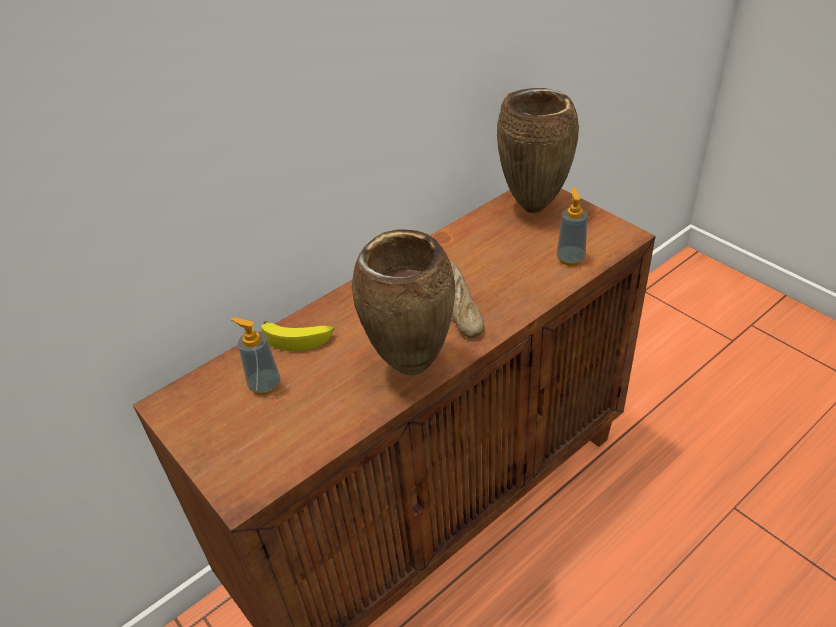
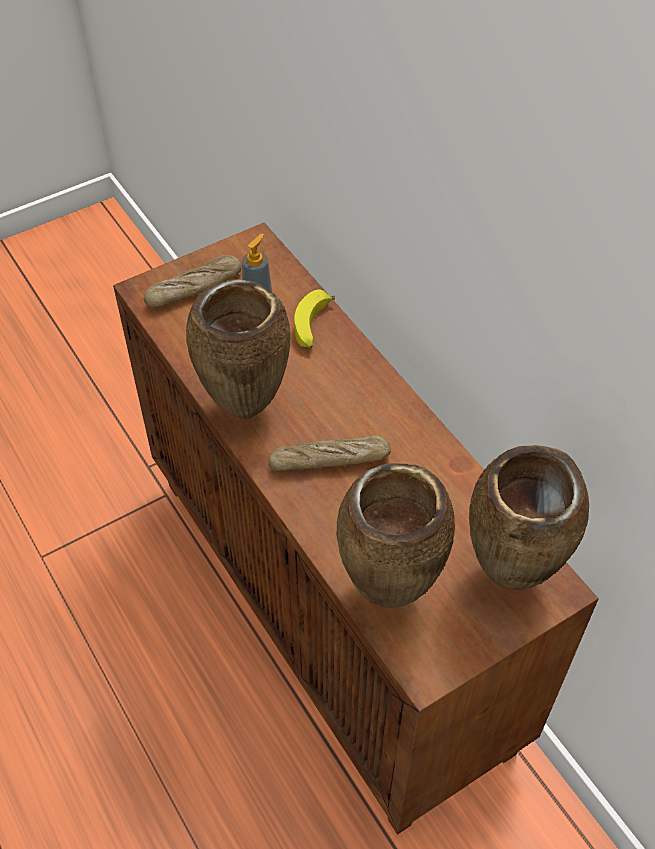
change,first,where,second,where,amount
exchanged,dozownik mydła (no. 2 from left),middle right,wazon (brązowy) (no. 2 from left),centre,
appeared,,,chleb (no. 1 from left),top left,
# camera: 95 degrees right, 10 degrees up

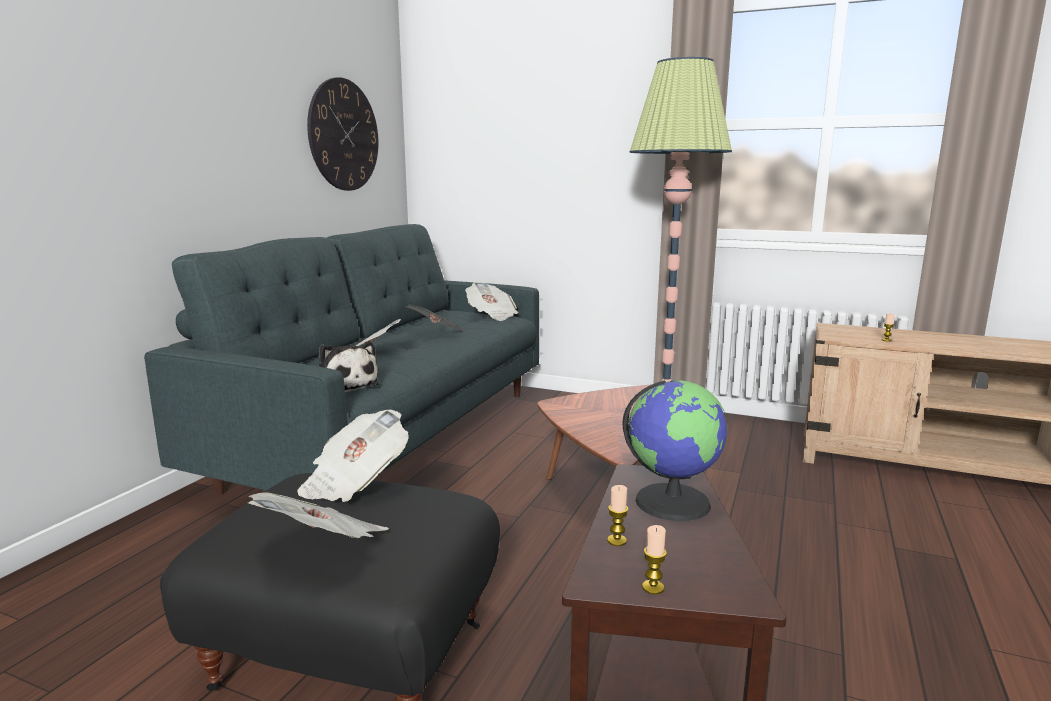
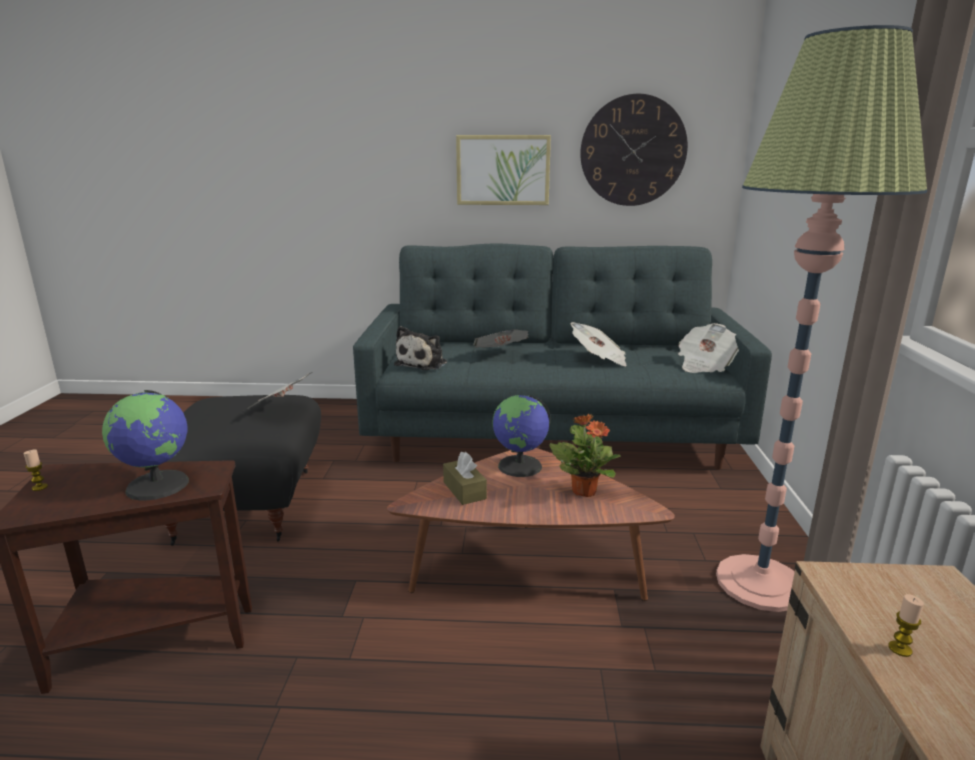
change,first,where,second,where,amount
missing,gazeta (no. 1 from left),bottom left,,,
missing,świeca (no. 1 from left),bottom centre,,,
appeared,,,pudełko chusteczek (brązowy),centre,
appeared,,,obraz,top centre,
appeared,,,globus (no. 2 from left),centre,
appeared,,,roślina doniczkowa,centre,
# camera: 70 degrees right, 5 degrees up

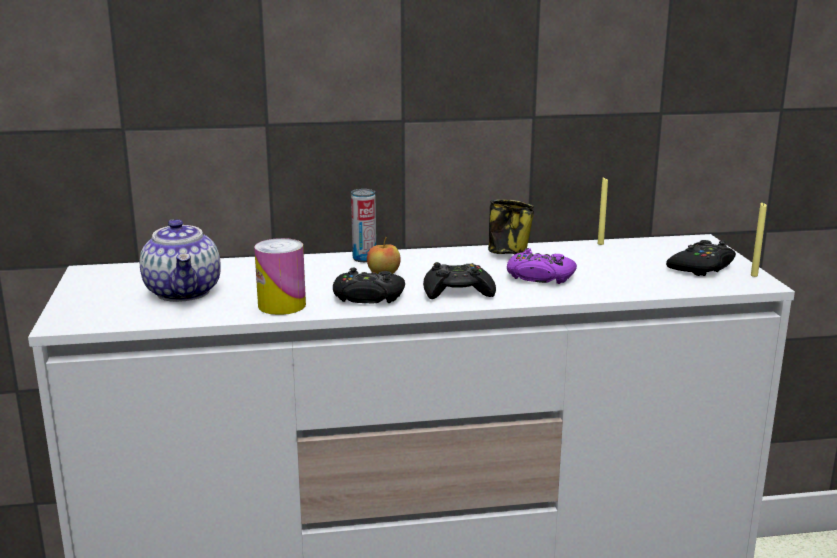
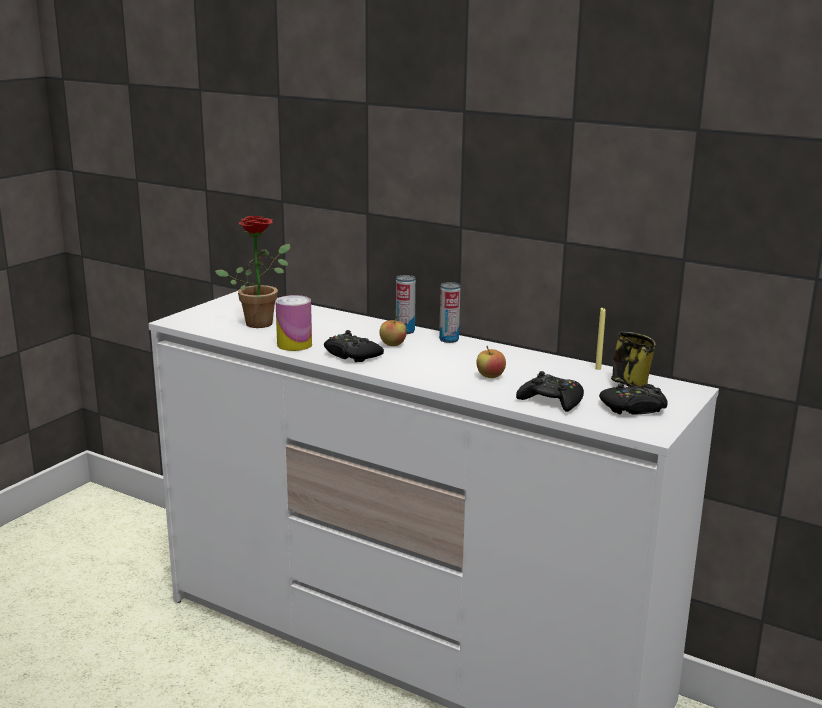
change,first,where,second,where,amount
exchanged,imbryk,middle left,roślina doniczkowa,middle left,
relocated,pad do gier (czarny) (no. 2 from left),centre,,middle right,
relocated,kubek,centre,,middle right,
exchanged,pad do gier (fioletowy),centre,jabłko (no. 2 from left),centre,
missing,świeca (żółty) (no. 2 from left),middle right,,,
appeared,,,puszka (no. 3 from left),centre,
# camera: 40 degrees right, 0 degrees up

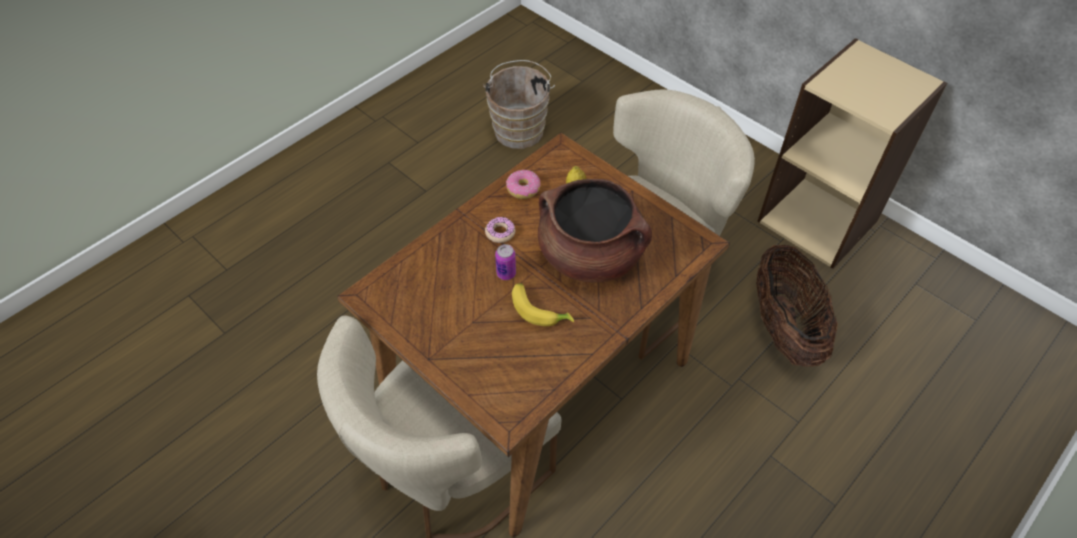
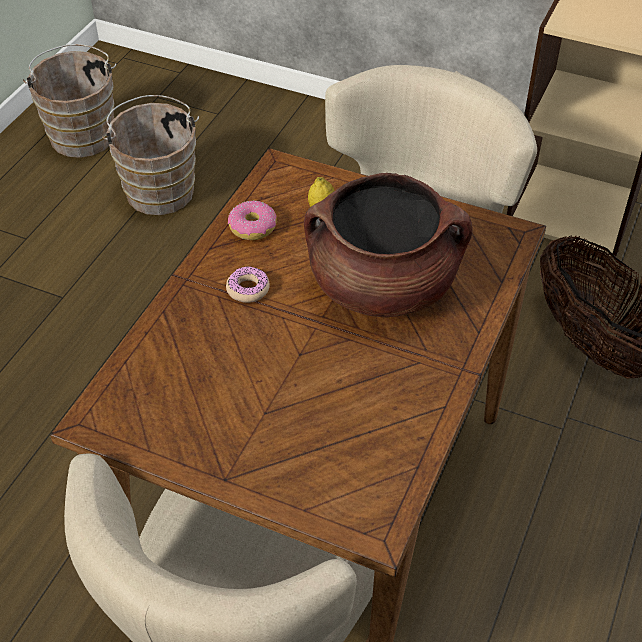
change,first,where,second,where,amount
missing,puszka,centre,,,
missing,banan,centre,,,
appeared,,,wiadro (brązowy) (no. 1 from left),top left,
# camera: 20 degrees left, 5 degrees down

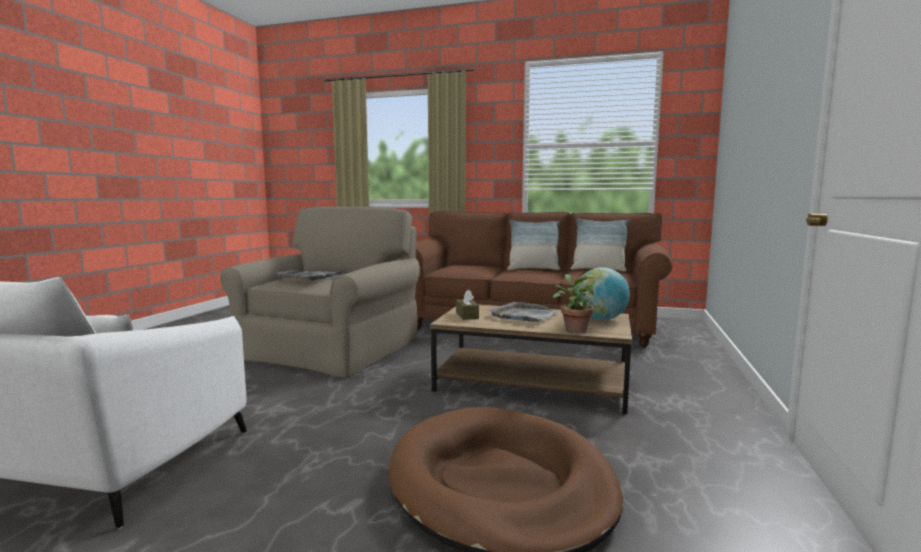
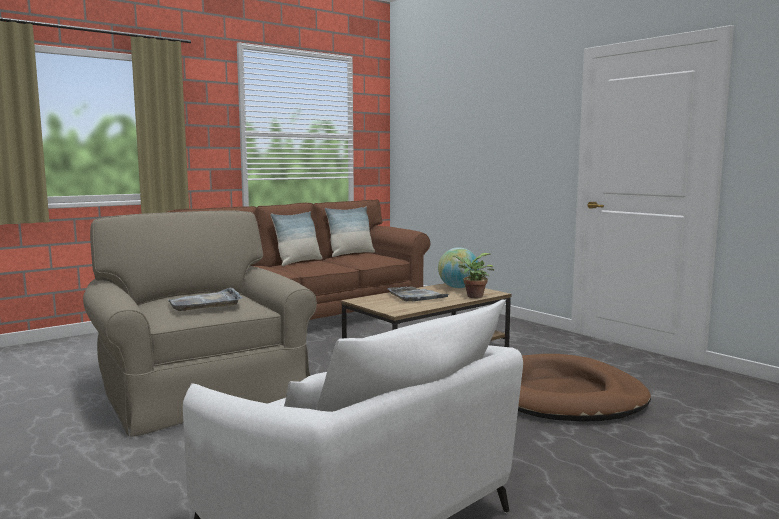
change,first,where,second,where,amount
missing,pudełko chusteczek (brązowy),centre,,,
# camera: 55 degrees left, 0 degrees up

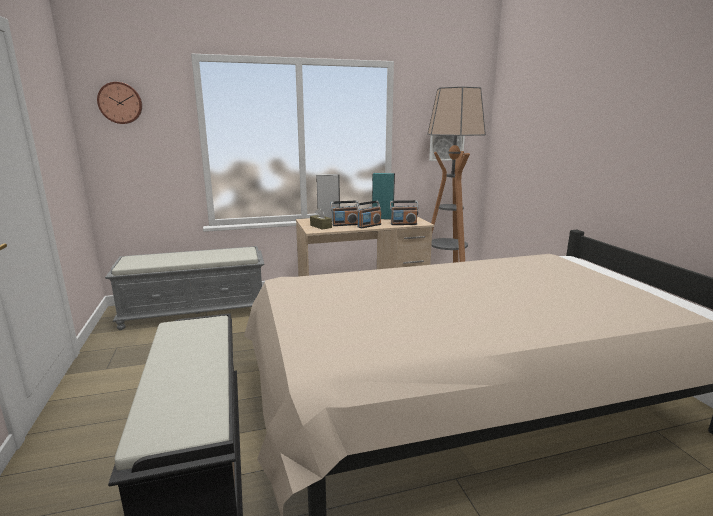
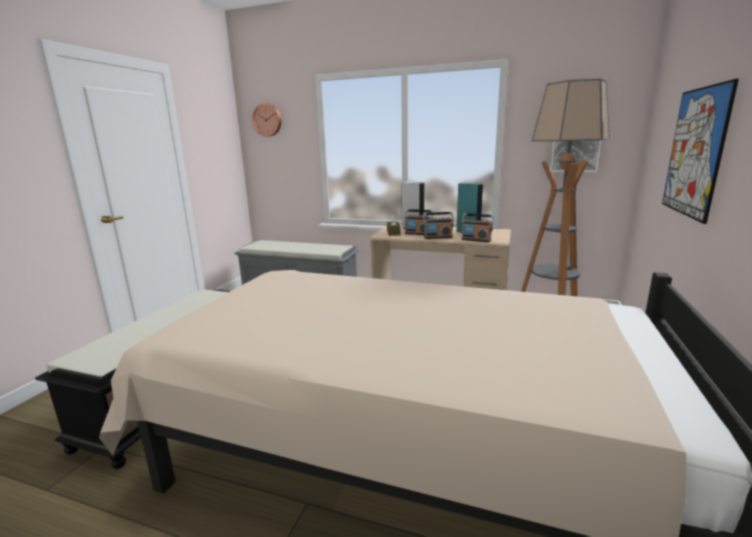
change,first,where,second,where,amount
appeared,,,obraz (no. 2 from left),top right,
# camera: 35 degrees right, 0 degrees up

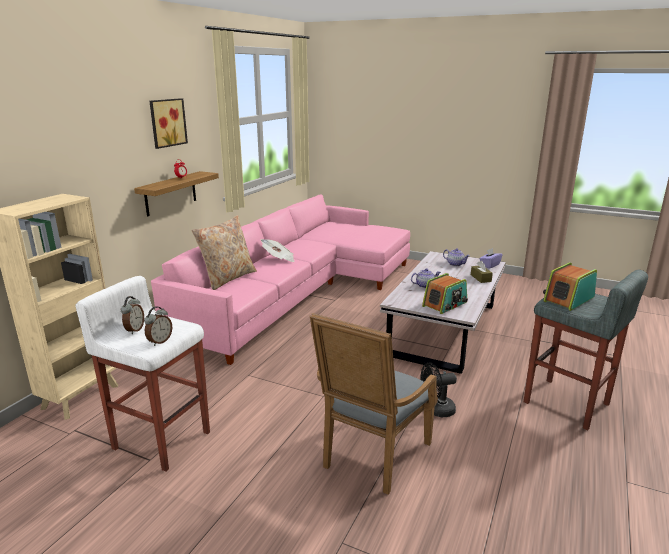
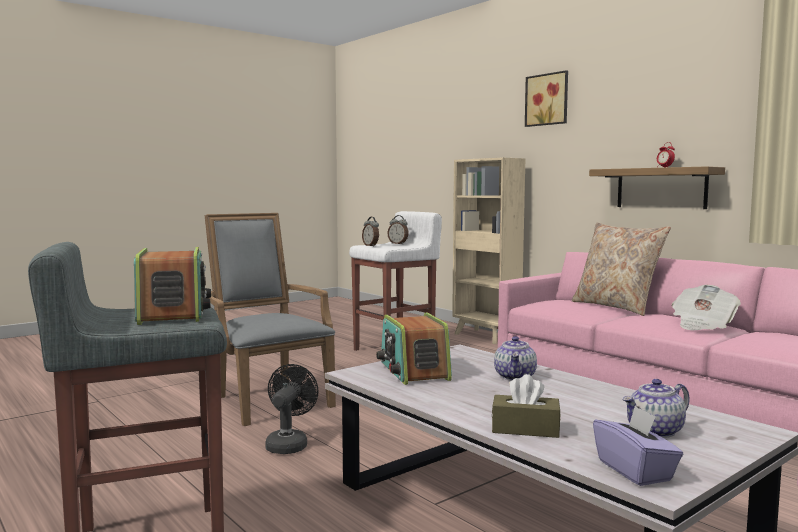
change,first,where,second,where,amount
relocated,obraz,top left,,top right,
# camera: 115 degrees right, 15 degrees down

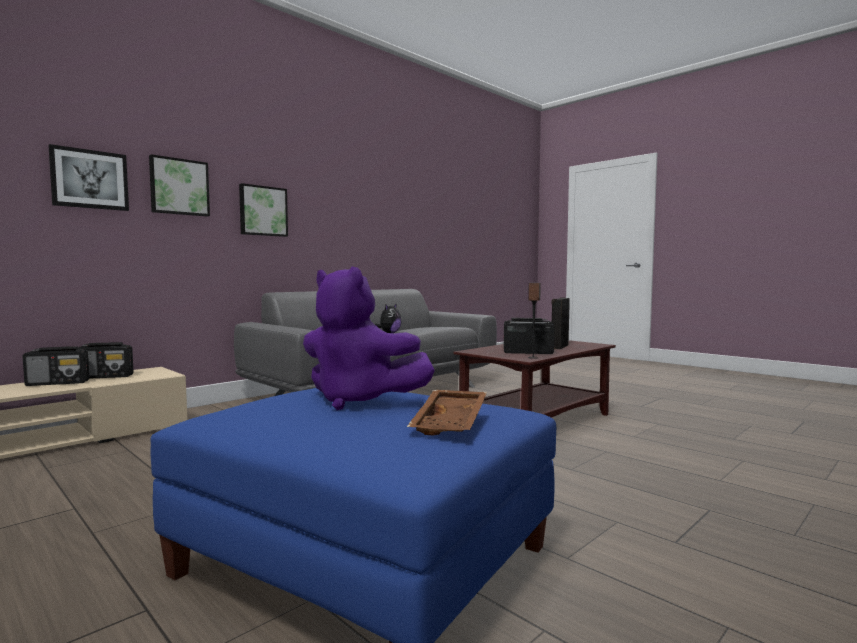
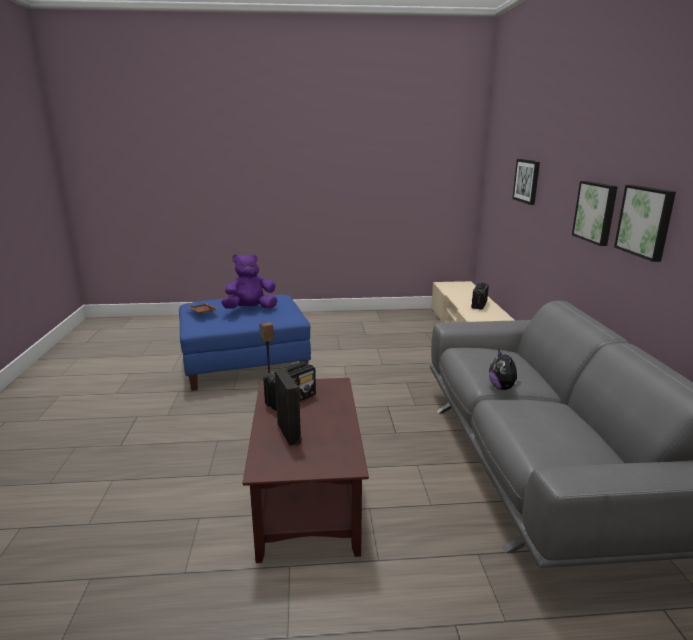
change,first,where,second,where,amount
missing,radio (no. 2 from left),middle left,,,
relocated,obraz (no. 2 from left in the first image),top left,obraz (no. 3 from left),middle right,
# camera: 130 degrees right, 15 degrees up

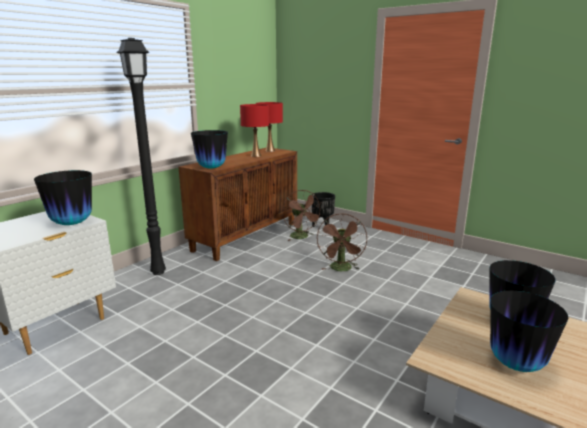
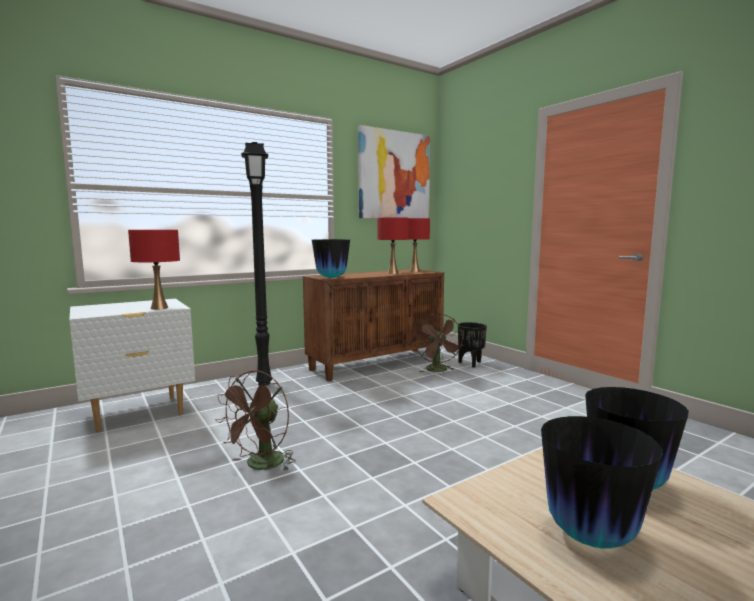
change,first,where,second,where,amount
exchanged,wazon (no. 1 from left),middle left,lampa stołowa (czerwony) (no. 1 from left),middle left,
relocated,wentylator (brązowy) (no. 2 from left in the first image),centre,wentylator (brązowy) (no. 1 from left),bottom centre,
appeared,,,obraz,top centre,
# camera: 20 degrees right, 10 degrees down

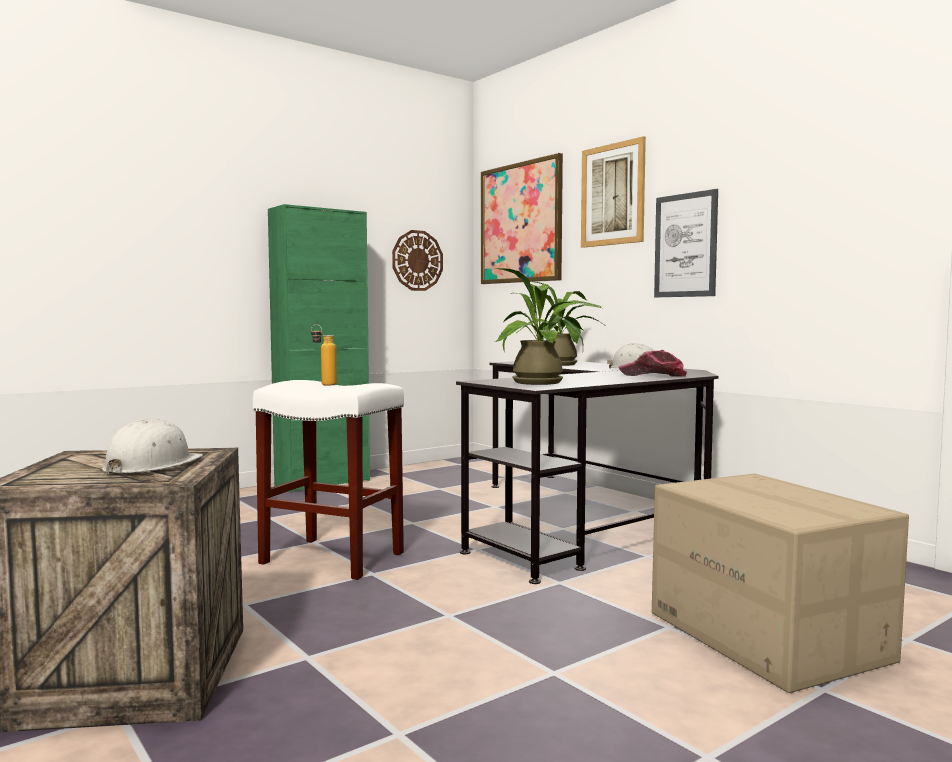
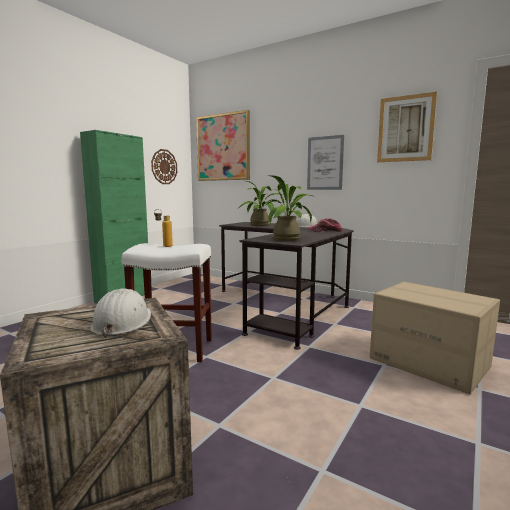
change,first,where,second,where,amount
relocated,obraz (no. 2 from left in the first image),top centre,obraz (no. 3 from left),top right,
# camera: 20 degrees left, 5 degrees up

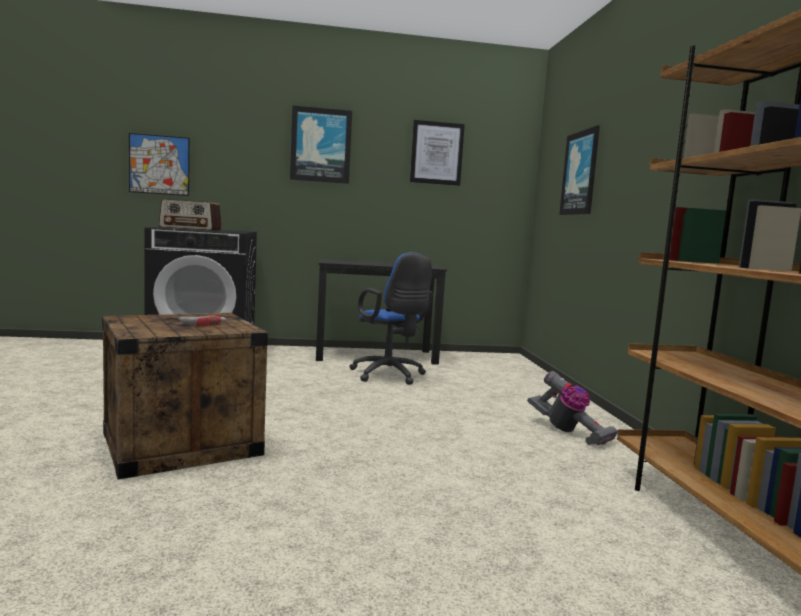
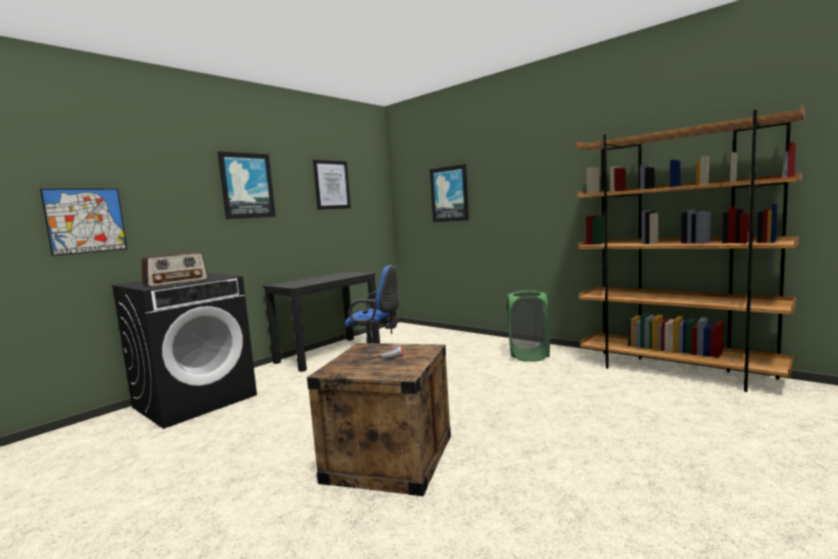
change,first,where,second,where,amount
exchanged,odkurzacz,middle right,kosz na pranie (zielony),centre,
# camera: 40 degrees left, 0 degrees up

